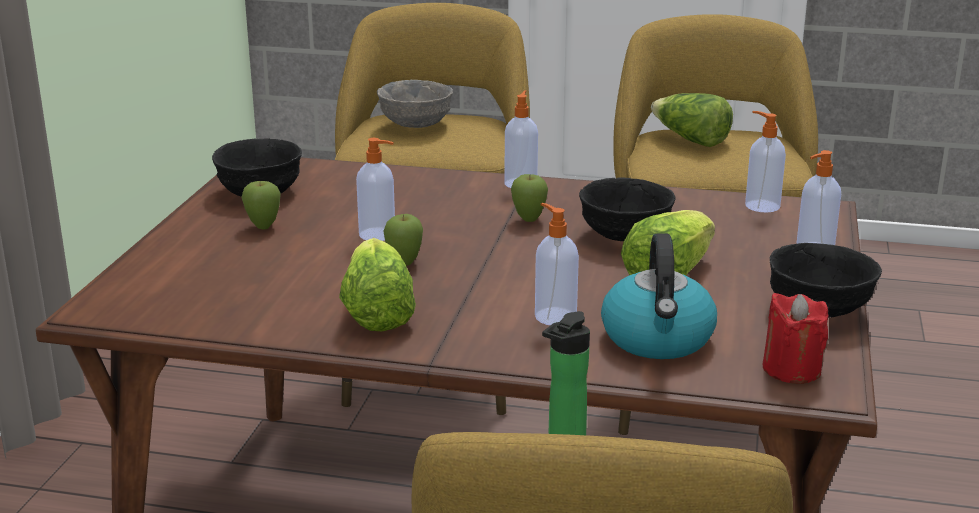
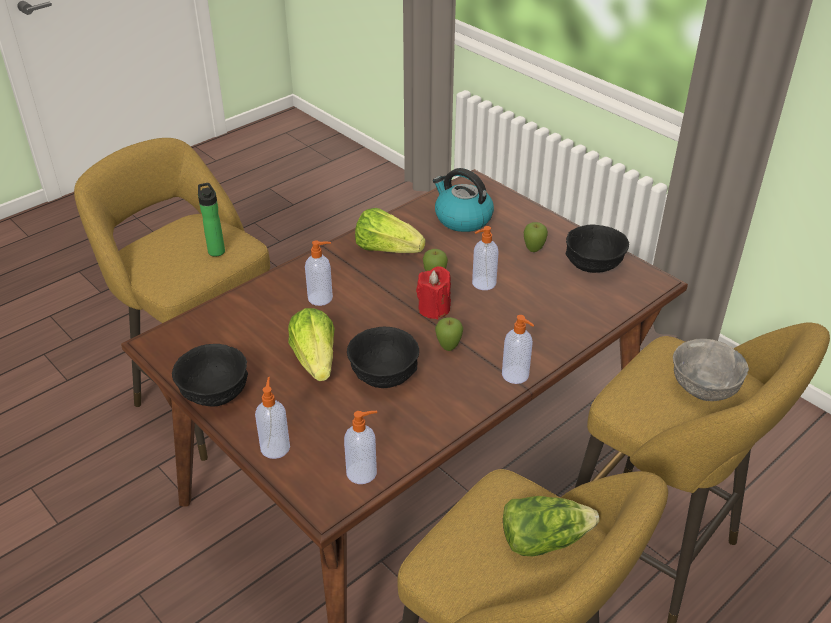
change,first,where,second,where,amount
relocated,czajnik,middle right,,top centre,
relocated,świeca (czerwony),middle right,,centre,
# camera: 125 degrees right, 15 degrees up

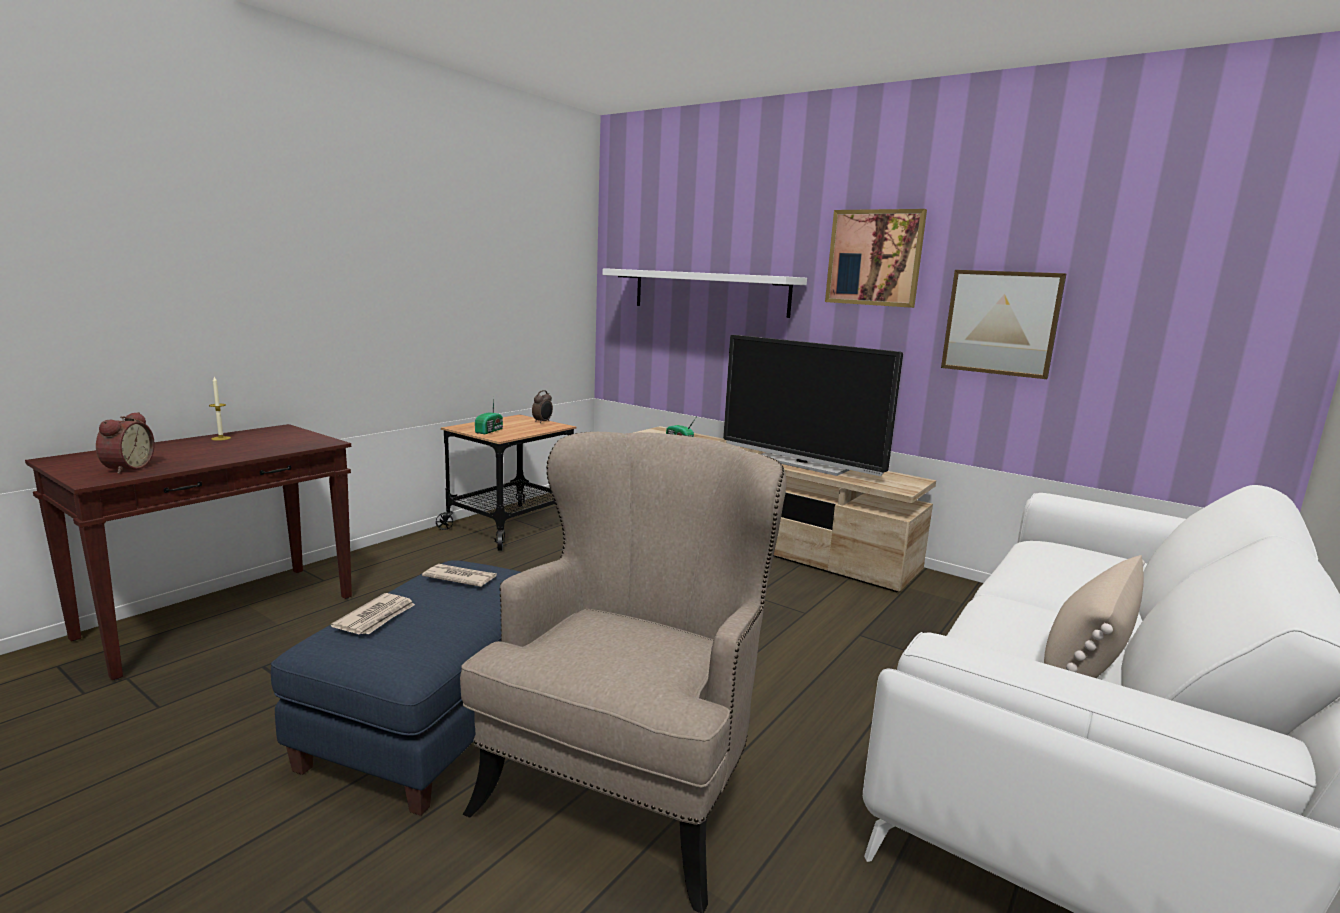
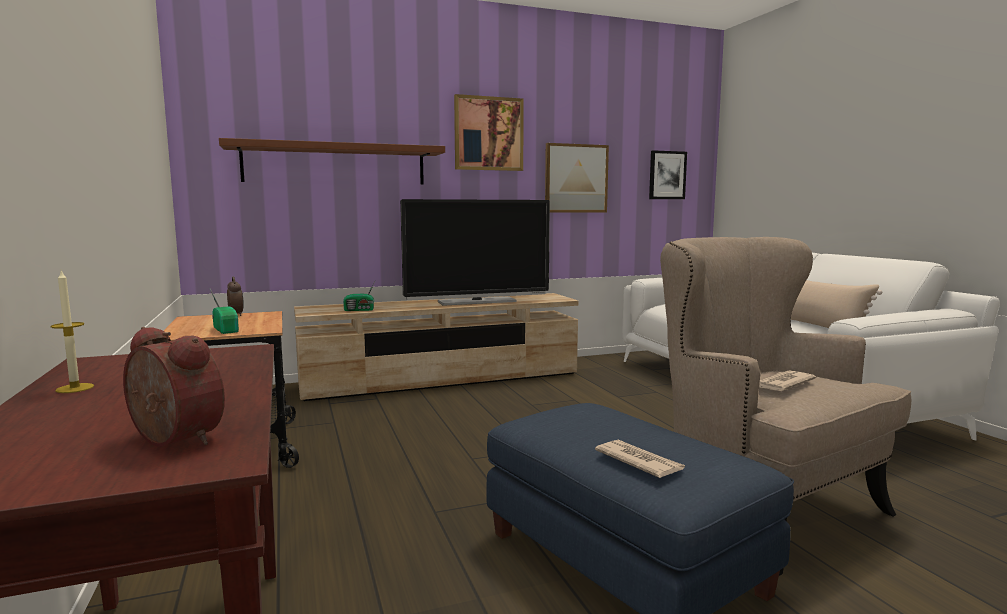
change,first,where,second,where,amount
relocated,gazeta (no. 2 from left),centre,,middle right,
colour,półka (biały),top centre,półka (brązowy),top left,
appeared,,,obraz (no. 3 from left),top centre,
# camera: 55 degrees left, 5 degrees down

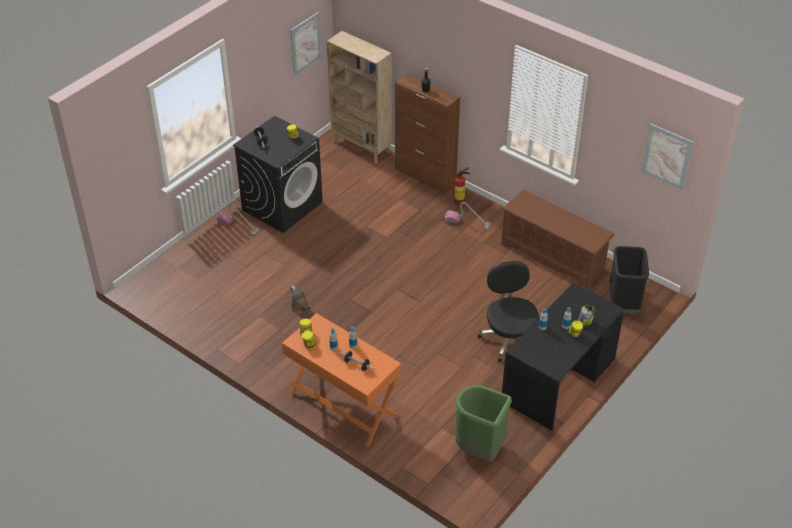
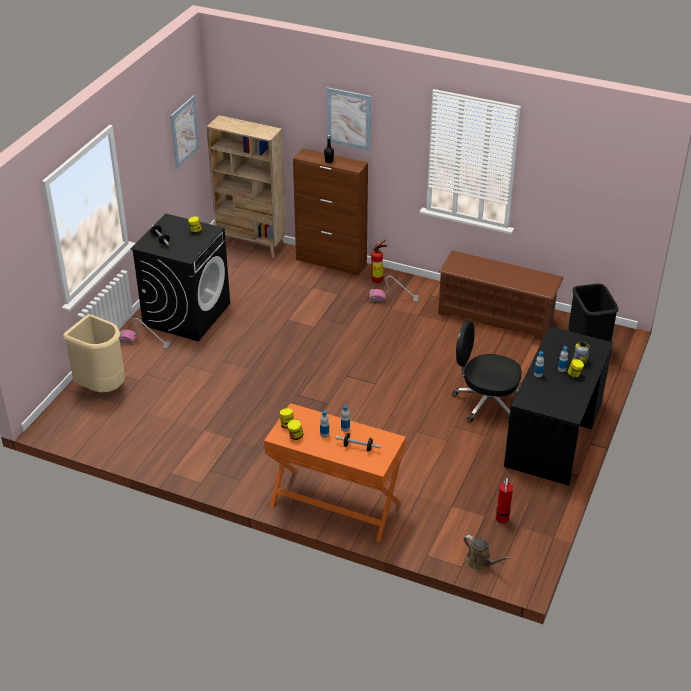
change,first,where,second,where,amount
relocated,konewka (brązowy),centre,,bottom right,
exchanged,kosz na śmieci (zielony),bottom centre,gaśnica (no. 2 from left),bottom right,
spun,krzesło biurowe (czarny),centre,,middle right,45 degrees counterclockwise
relocated,obraz (no. 2 from left),top right,,top centre,
appeared,,,kosz na śmieci (beżowy),middle left,
# camera: 15 degrees left, 5 degrees down

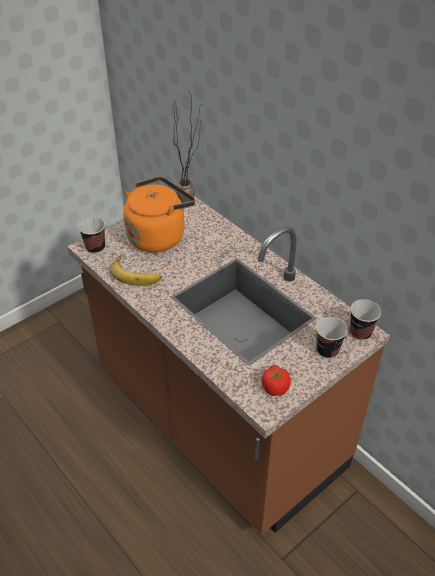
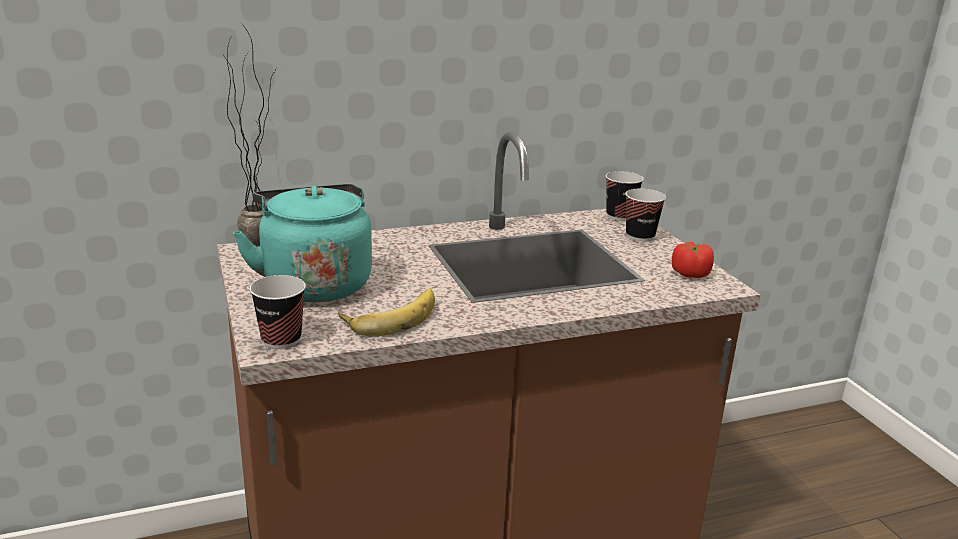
change,first,where,second,where,amount
colour,czajnik (pomarańczowy),centre,czajnik (turkusowy),middle left,
# camera: 70 degrees left, 20 degrees down

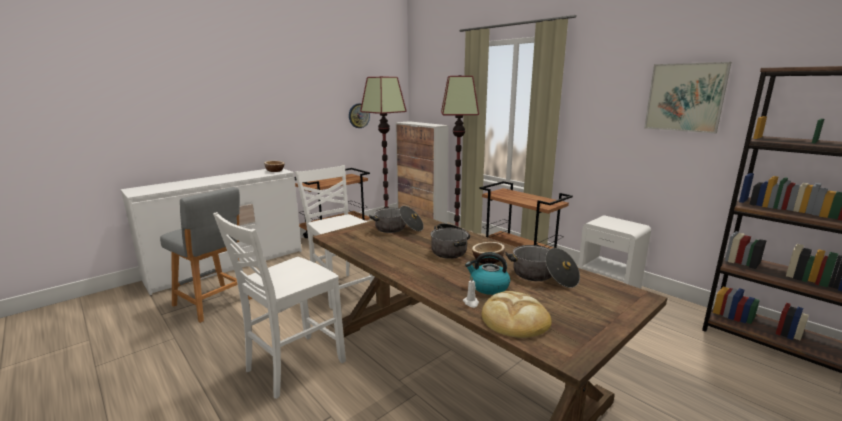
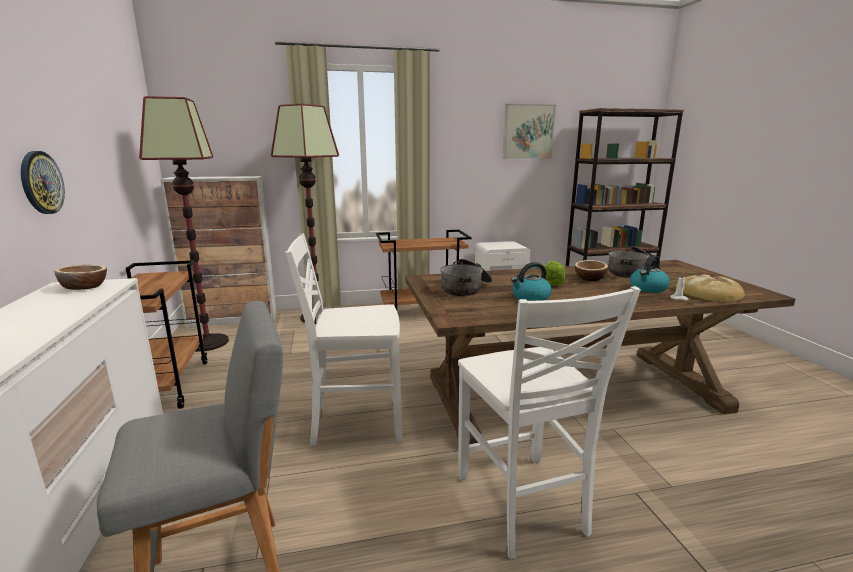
change,first,where,second,where,amount
relocated,zegar ścienny,top centre,,top left,
exchanged,garnek (no. 2 from left),centre,sałata,centre,
appeared,,,czajnik (no. 1 from left),centre,
# camera: 60 degrees left, 0 degrees up

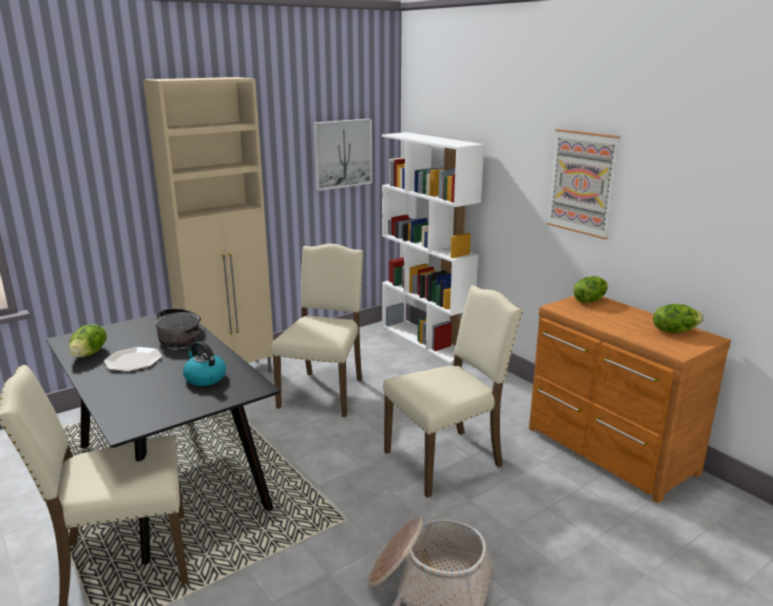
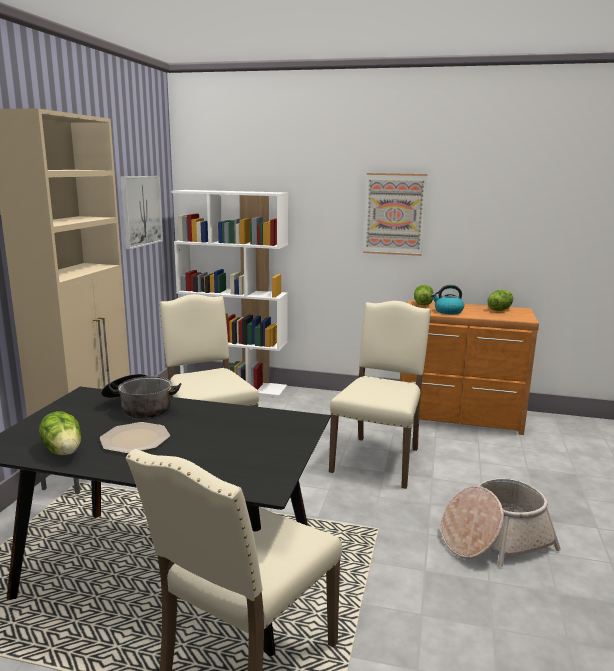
change,first,where,second,where,amount
relocated,czajnik,middle left,,middle right,
# camera: 40 degrees left, 5 degrees down

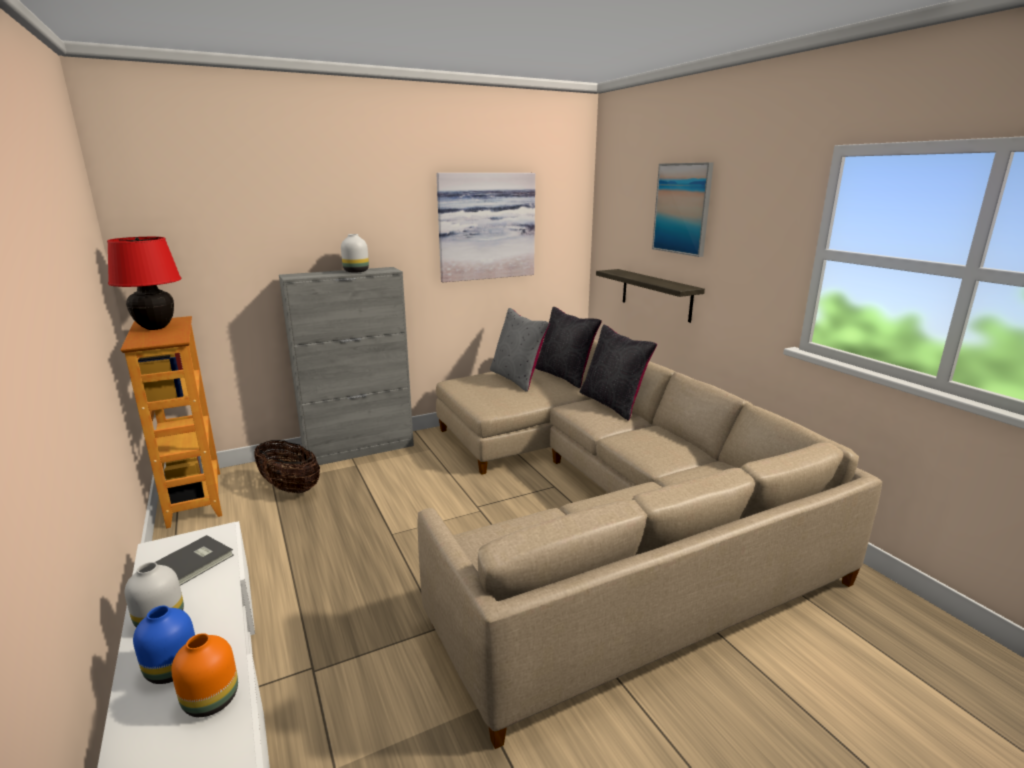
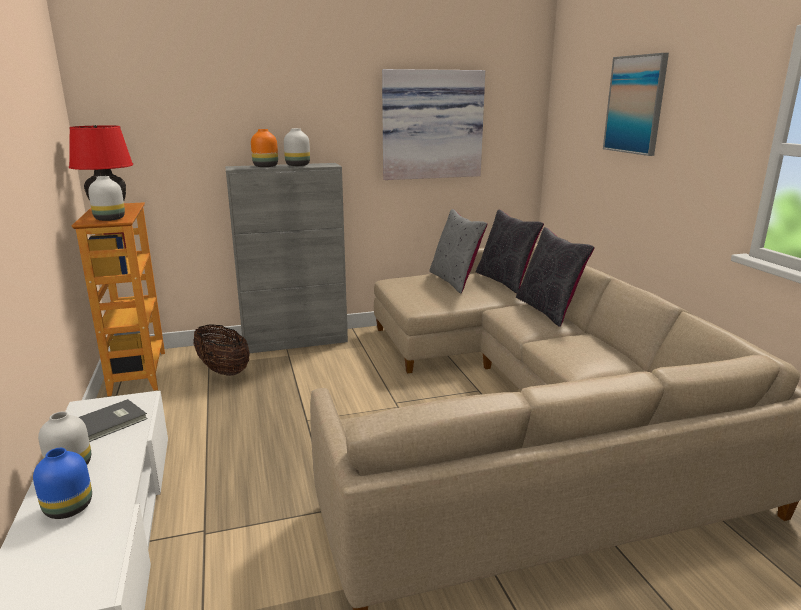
change,first,where,second,where,amount
relocated,wazon (pomarańczowy),bottom left,,top left,
missing,półka,centre,,,
appeared,,,wazon (biały) (no. 2 from left),top left,
# camera: 10 degrees right, 0 degrees up

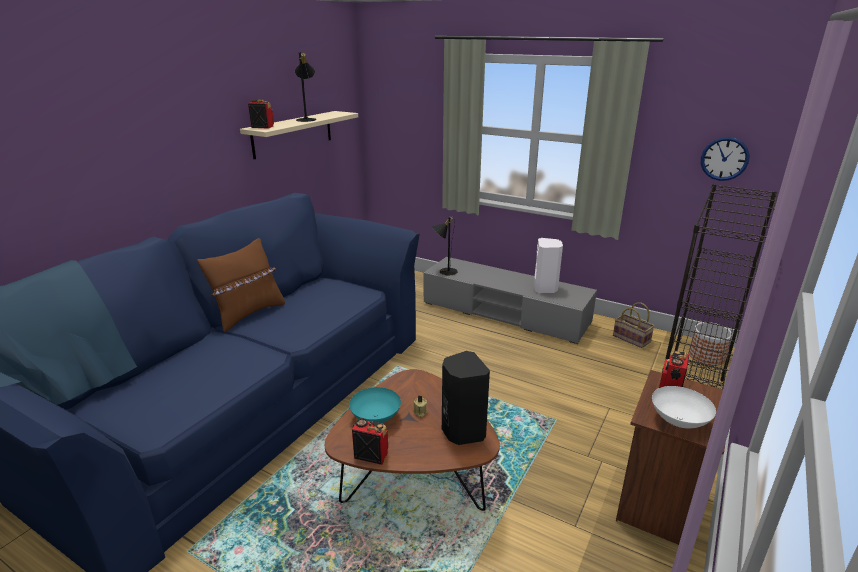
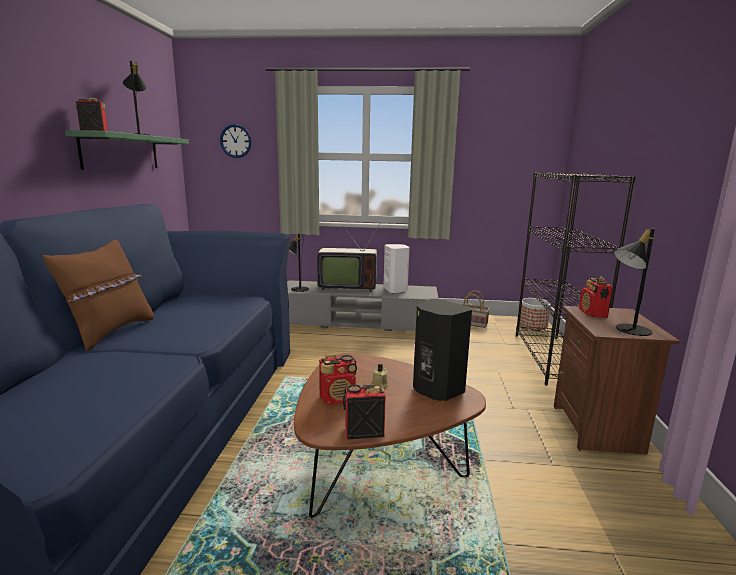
change,first,where,second,where,amount
colour,półka (beżowy),top centre,półka (zielony),top left,
exchanged,miska (turkusowy),bottom centre,radio (no. 2 from left),centre,
exchanged,miska (biały),bottom right,lampa stołowa (czarny) (no. 3 from left),middle right,
relocated,zegar ścienny,top right,,top left,
appeared,,,telewizor,centre,
# camera: 25 degrees left, 10 degrees down

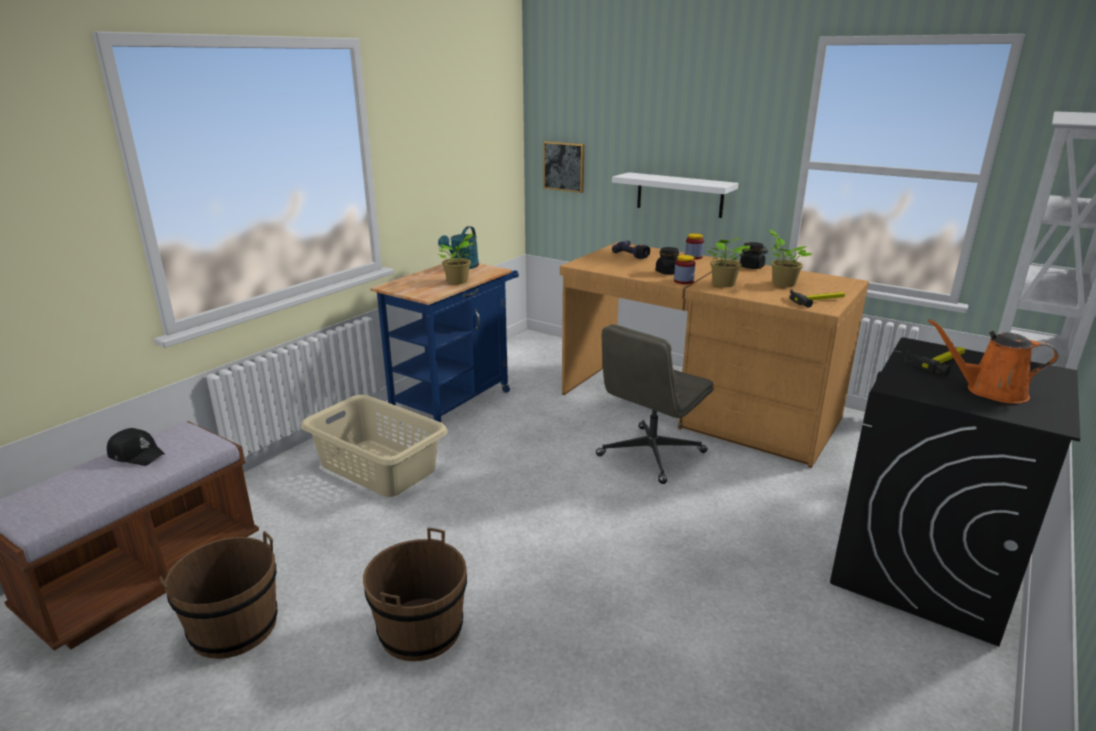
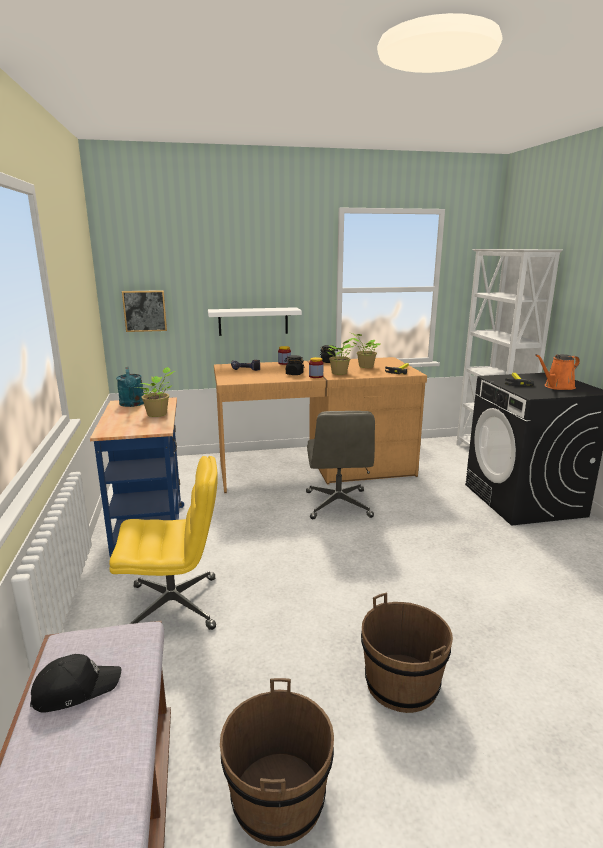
change,first,where,second,where,amount
exchanged,kosz na pranie (beżowy),centre,krzesło biurowe (żółty),middle left,
# camera: 45 degrees left, 5 degrees down

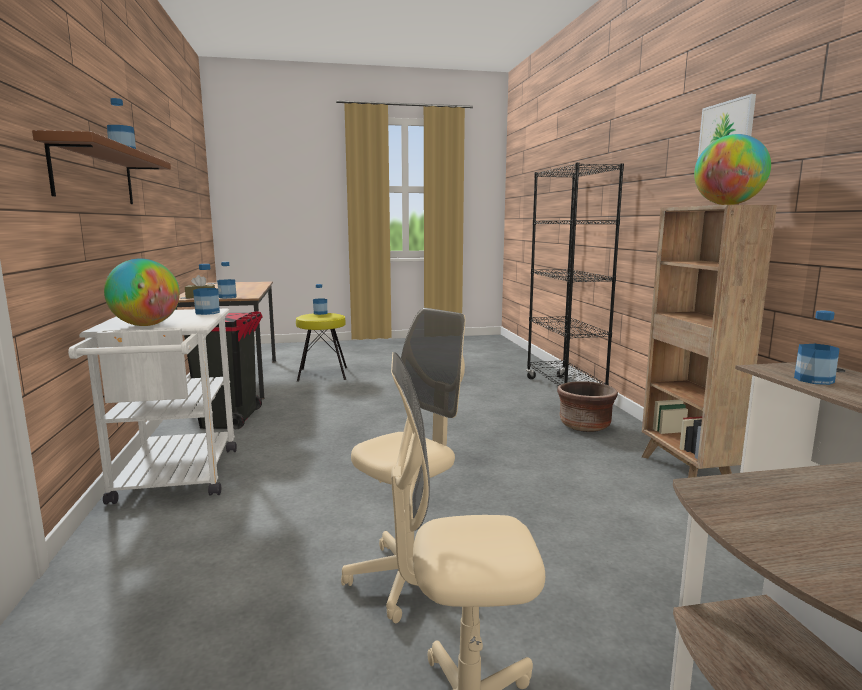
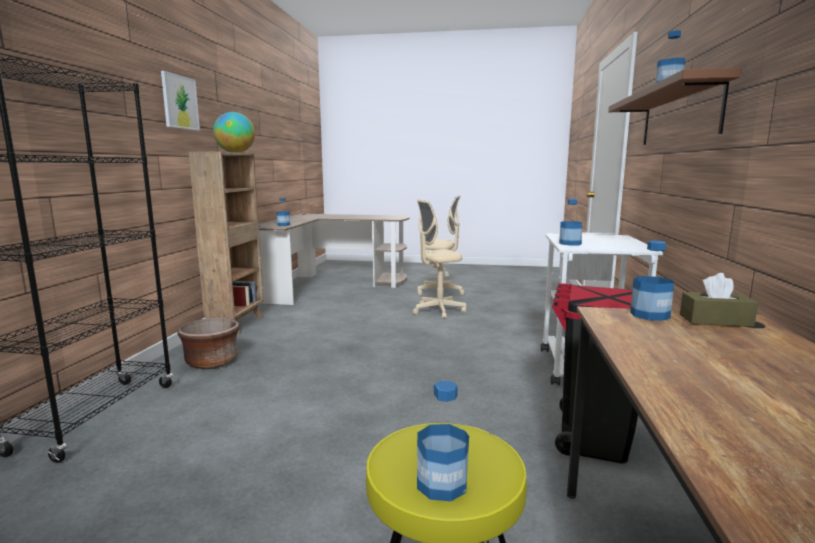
change,first,where,second,where,amount
missing,globus (no. 1 from left),middle left,,,
# camera: 160 degrees left, 0 degrees up

